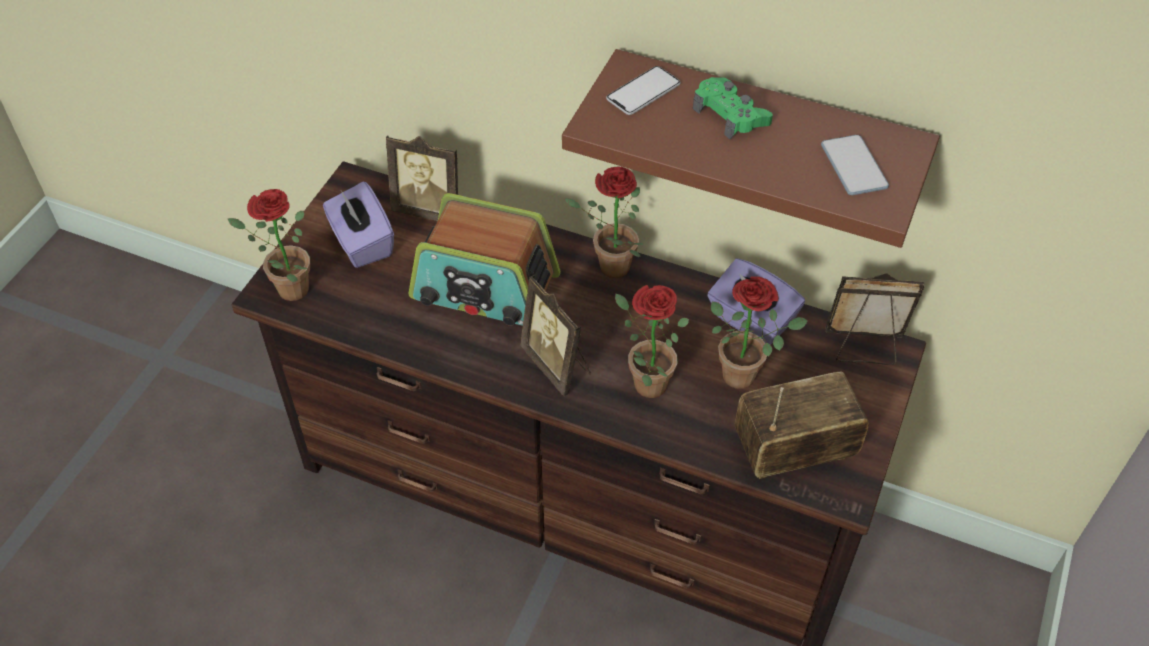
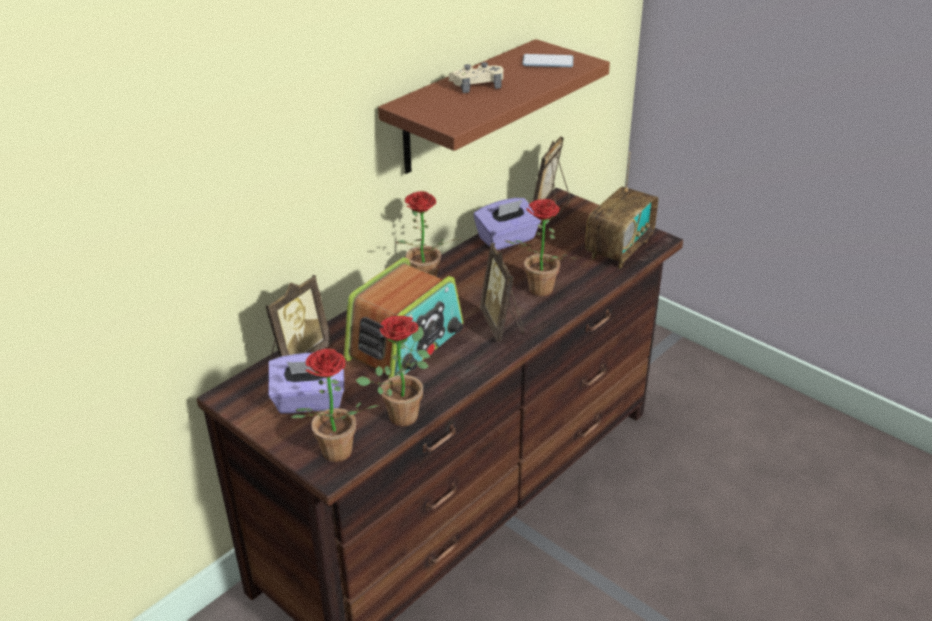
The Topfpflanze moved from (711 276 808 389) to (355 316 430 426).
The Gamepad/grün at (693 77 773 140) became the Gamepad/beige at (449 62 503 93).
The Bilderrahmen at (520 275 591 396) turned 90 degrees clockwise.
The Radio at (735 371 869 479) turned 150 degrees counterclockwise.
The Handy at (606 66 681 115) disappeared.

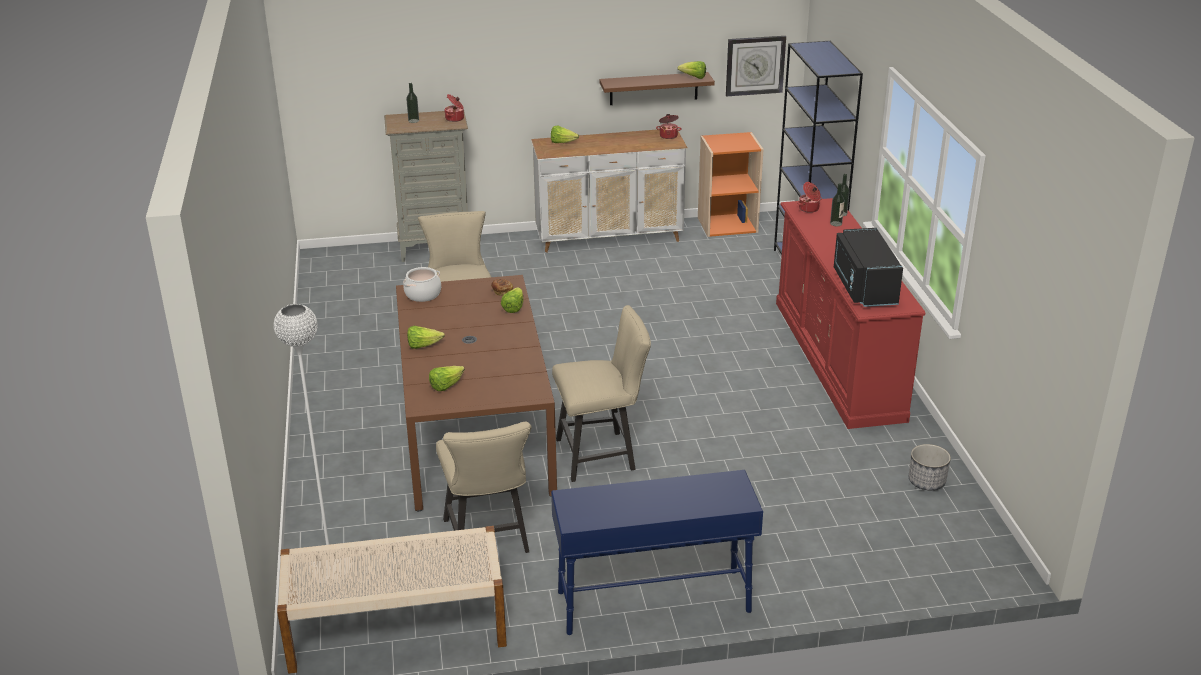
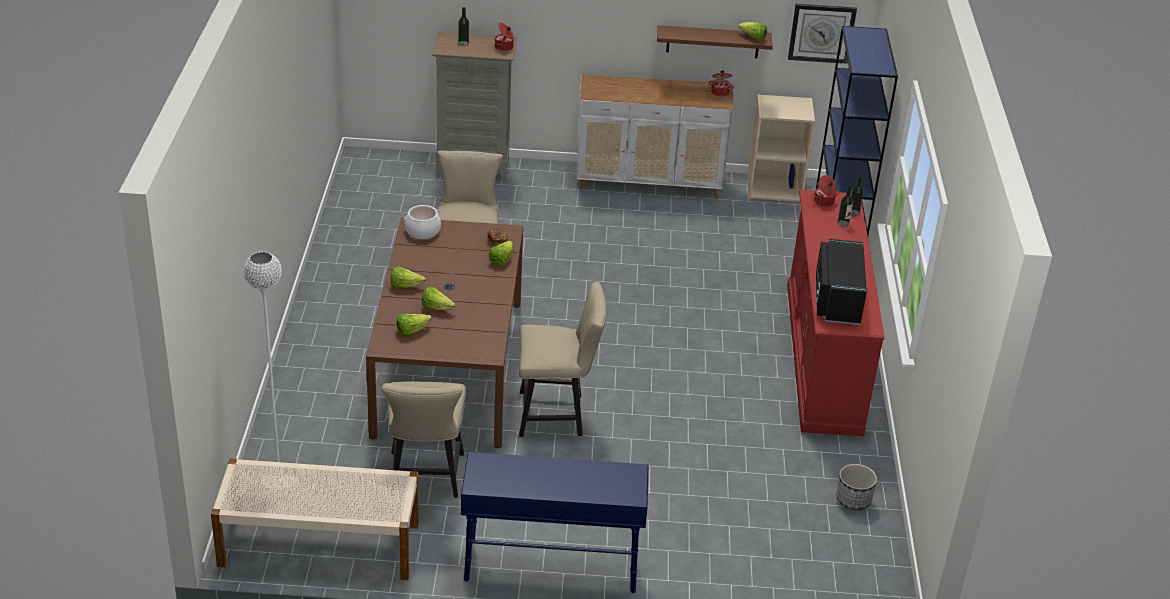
The Salatkopf moved from (551 125 579 143) to (422 287 456 310).
The Bücherregal/orange at (698 132 764 237) became the Bücherregal/beige at (747 95 815 202).

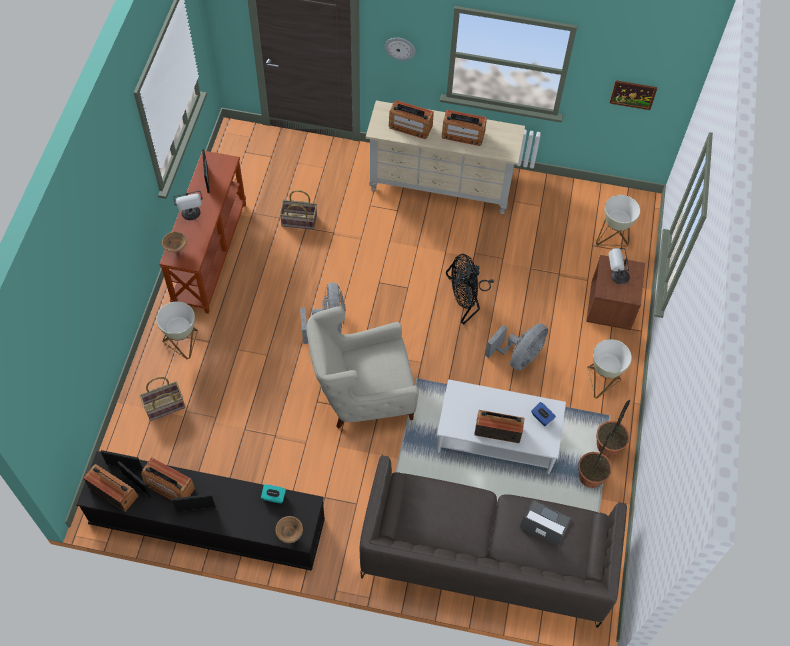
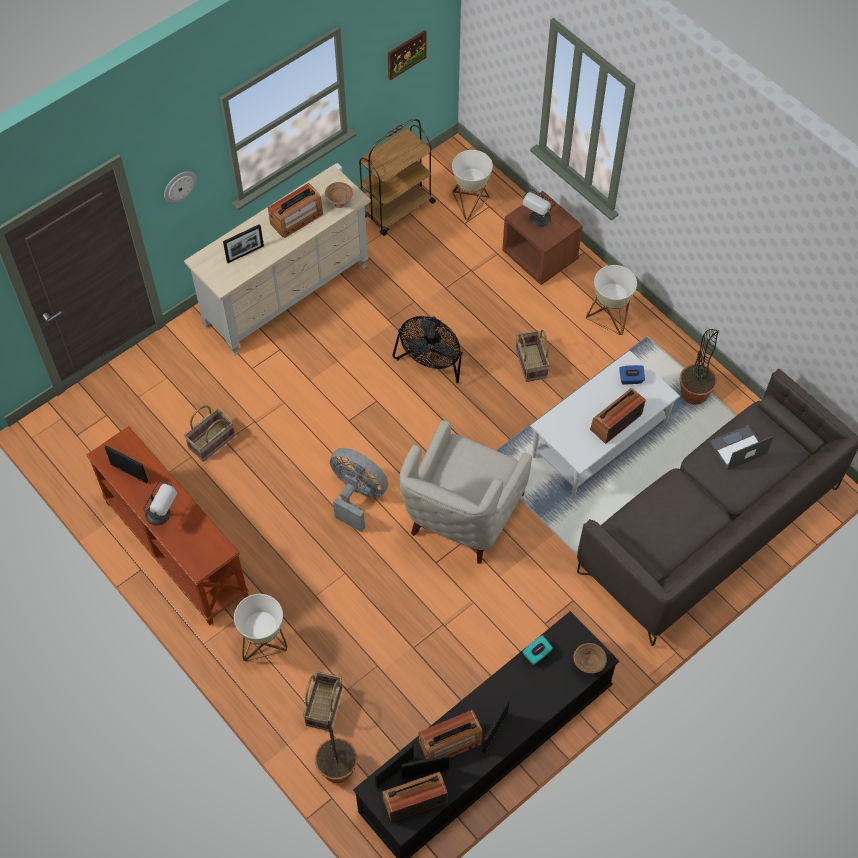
The Radio at (389 100 434 139) was replaced by the Bilderrahmen at (223 224 264 263).
The Topfpflanze moved from (596 400 630 457) to (315 720 357 783).
The Schüssel/braun moved from (162 231 187 254) to (325 182 353 208).
The Rollwagen/braun at (359 119 436 236) appeared.
The Ventilator/grau at (485 323 548 371) was replaced by the Korb at (516 330 550 382).

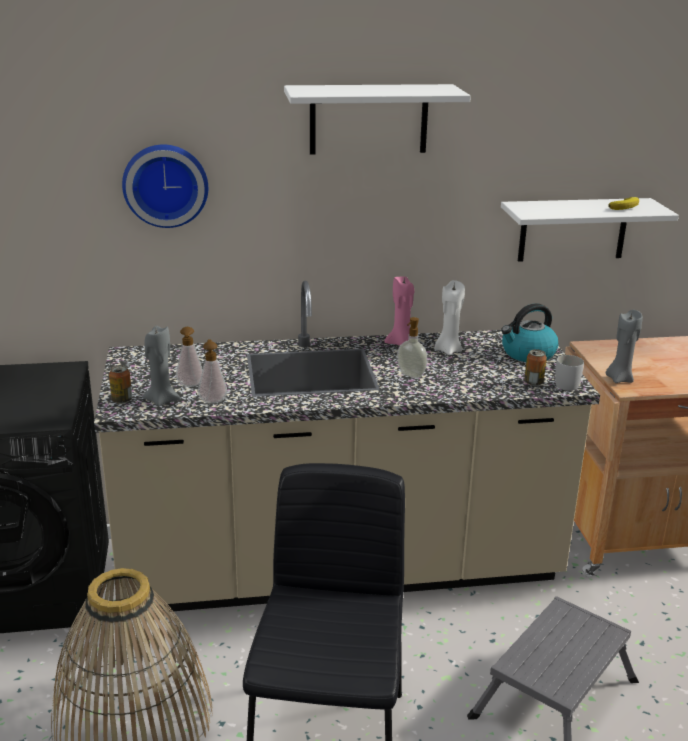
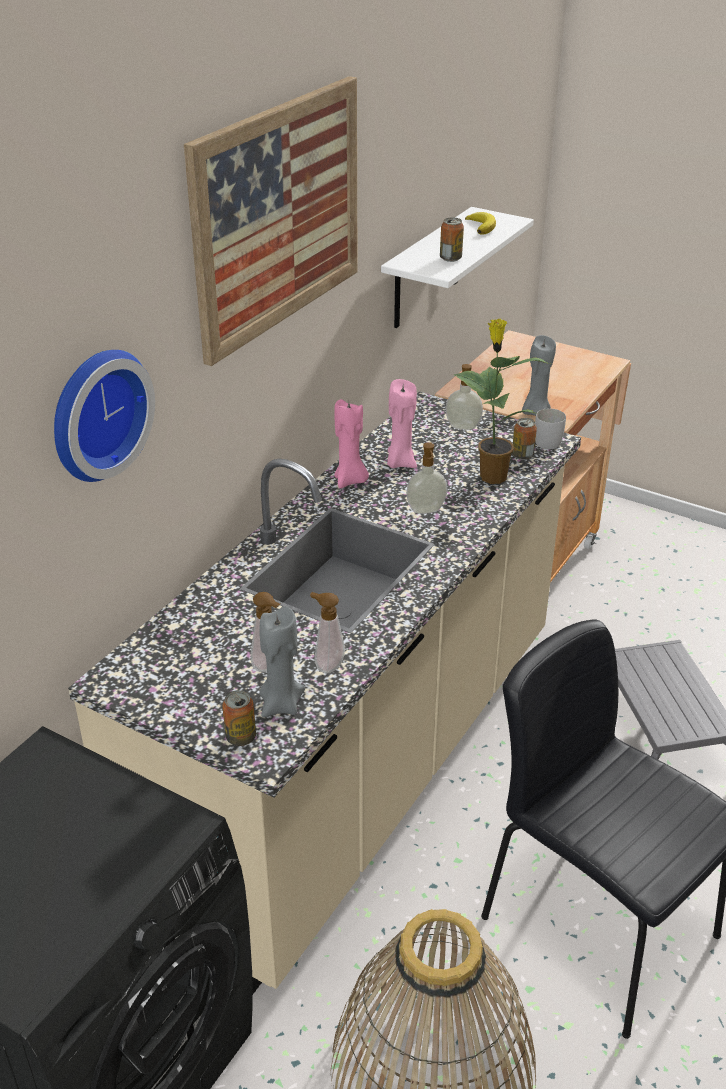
The Wandregal/weiß at (284 84 471 155) was replaced by the Bild at (184 76 357 366).
The Kerze/weiß at (435 280 465 355) became the Kerze/rosa at (387 379 417 468).
The Dose at (440 217 464 262) appeared.
The Wasserkessel at (501 303 559 362) was replaced by the Seifenspender at (445 364 483 430).
The Topfpflanze at (454 319 550 484) appeared.

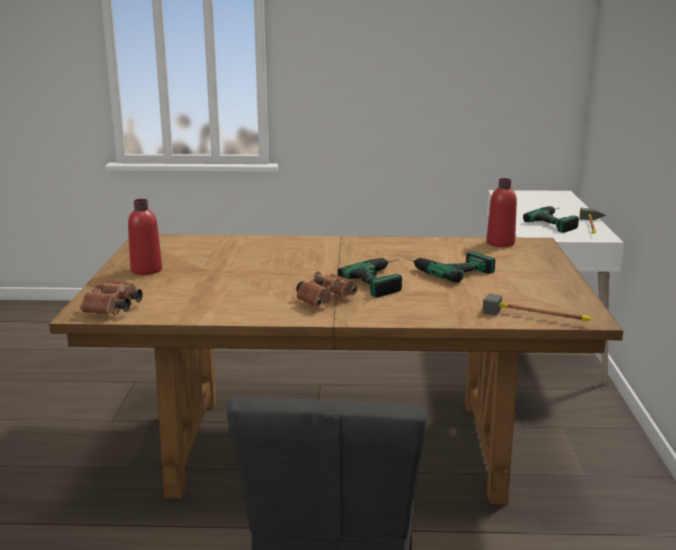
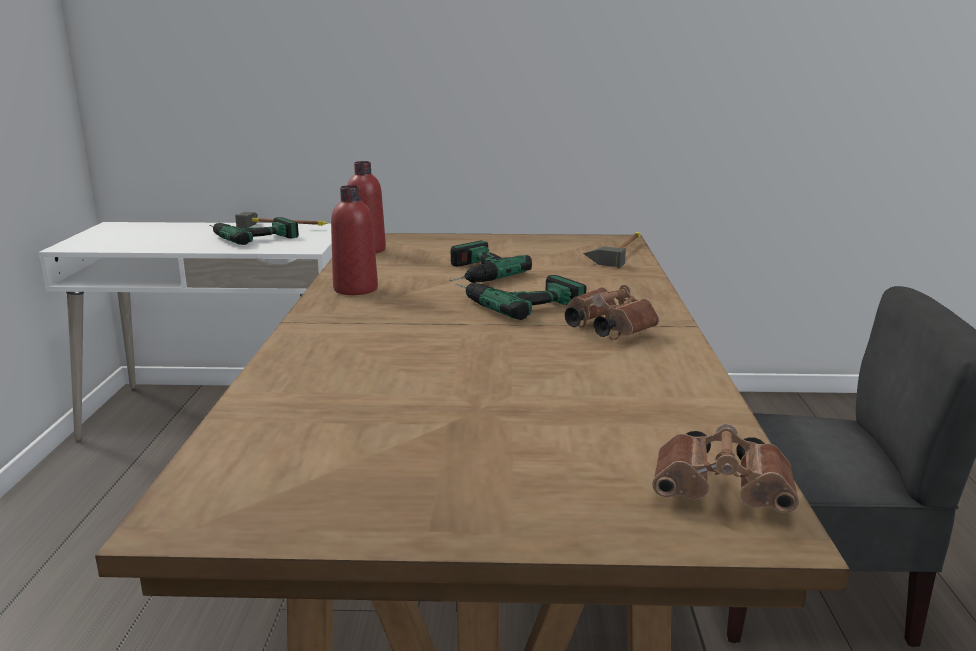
The Flasche/rot moved from (128 199 162 275) to (331 185 378 295).

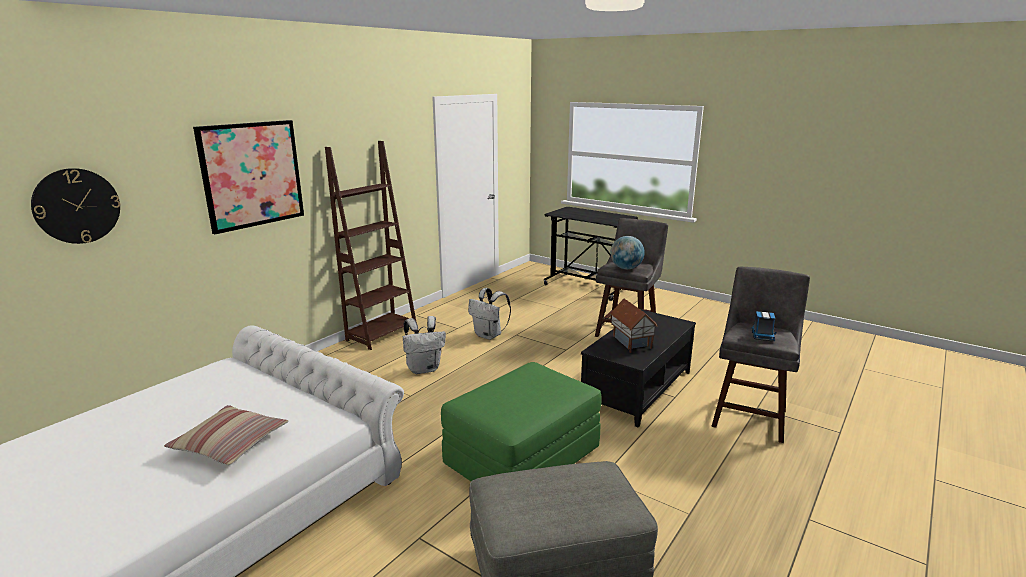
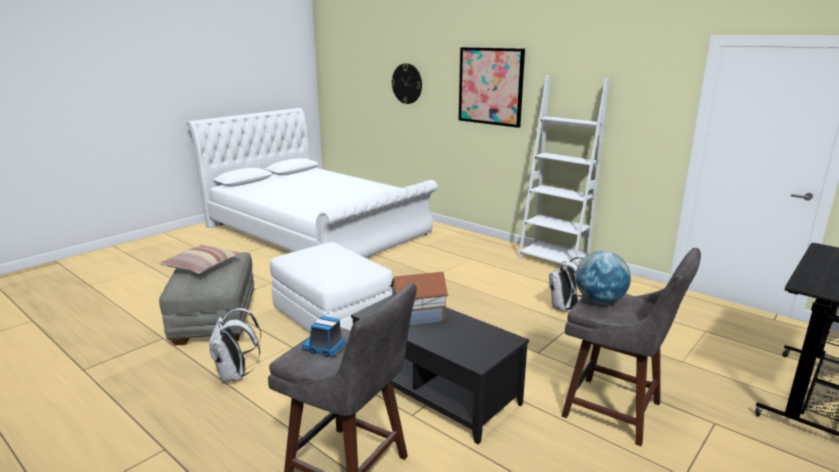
The Kissen moved from (164 405 289 465) to (159 245 241 274).
The Rucksack/weiß moved from (403 316 446 374) to (209 308 261 382).
The Polsterhocker/grün at (441 362 602 481) became the Polsterhocker/weiß at (270 242 393 333).
The Bücherregal/braun at (325 141 417 350) became the Bücherregal/weiß at (518 75 609 265).

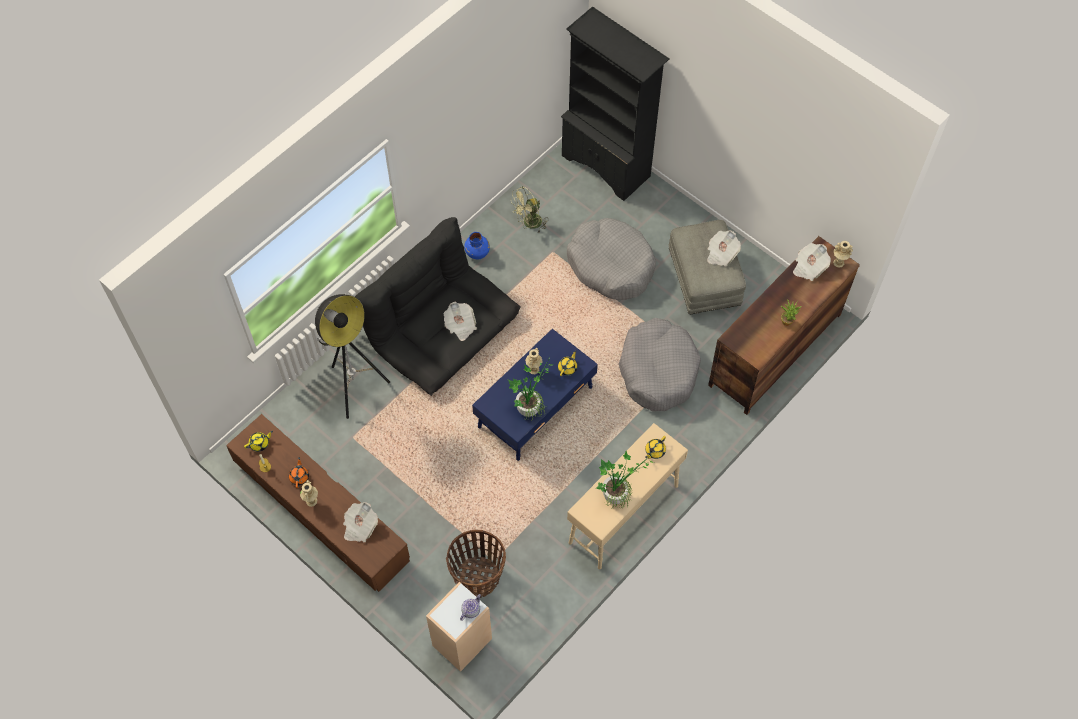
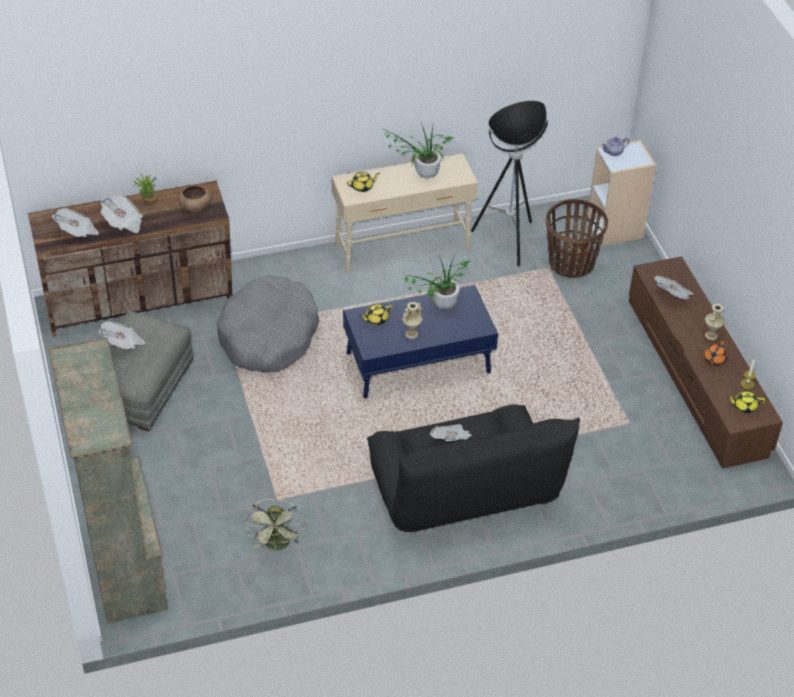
The Bücherregal/schwarz at (561 6 669 201) became the Bücherregal/grün at (49 337 168 624).
The Zeitung at (101 195 143 233) appeared.
The Schüssel/braun at (178 185 211 213) appeared.
The Ventilator/grün at (511 186 547 233) turned 90 degrees clockwise.
The Stehlampe moved from (315 294 390 419) to (471 101 548 266).
The Vase/blau at (464 232 490 259) disappeared.
The Hundebett/grau at (567 218 656 300) disappeared.
The Vase/beige at (833 241 853 268) disappeared.

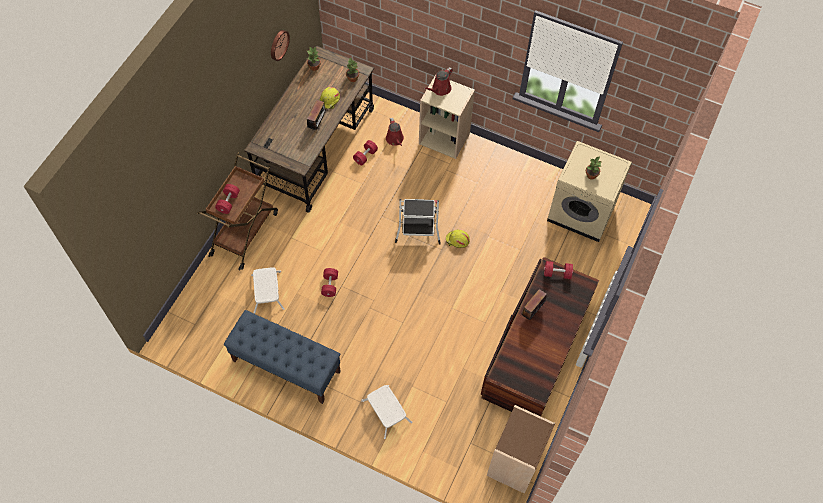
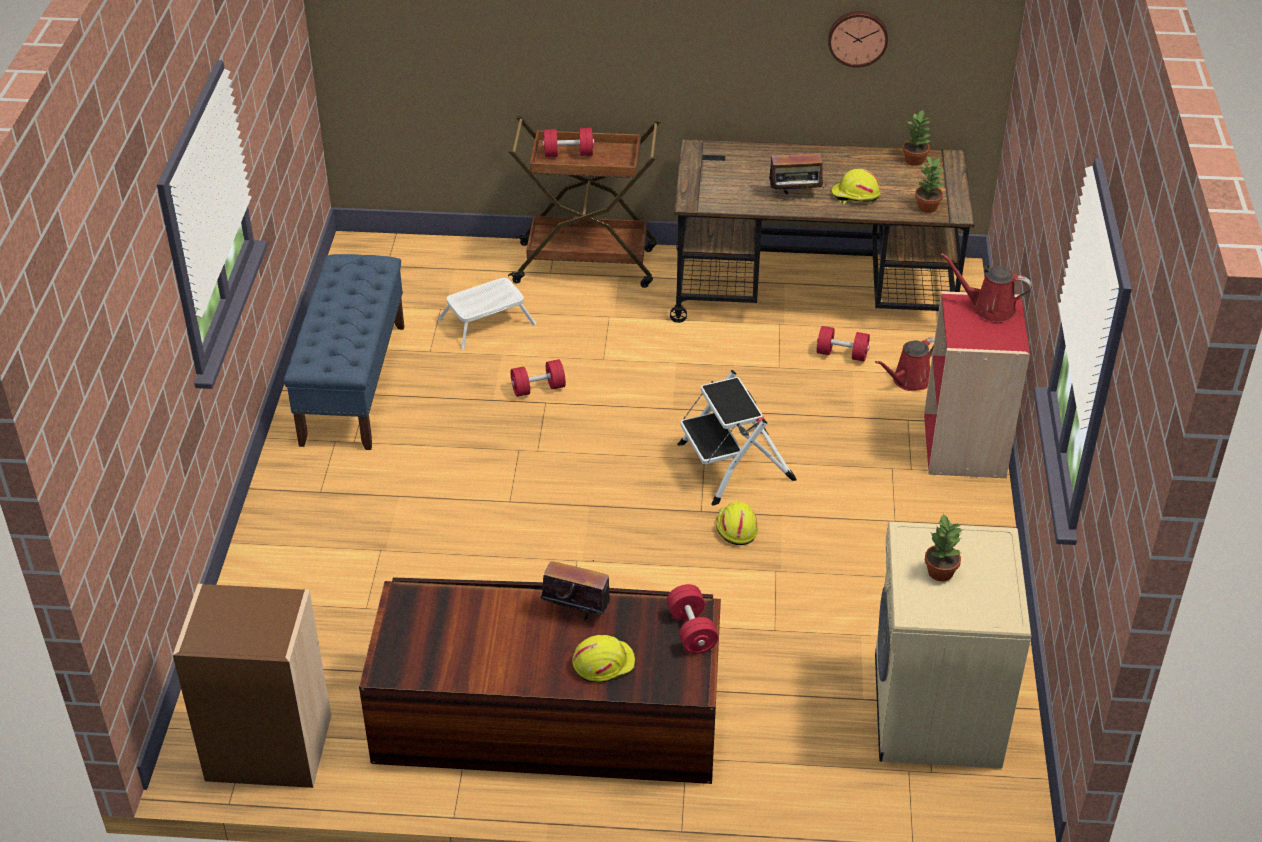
The Schutzhelm/gelb at (572 635 635 683) appeared.
The Bücherregal/beige at (419 75 475 159) became the Bücherregal/rot at (924 291 1030 478).
The Trittleiter/weiß at (361 385 413 439) disappeared.

